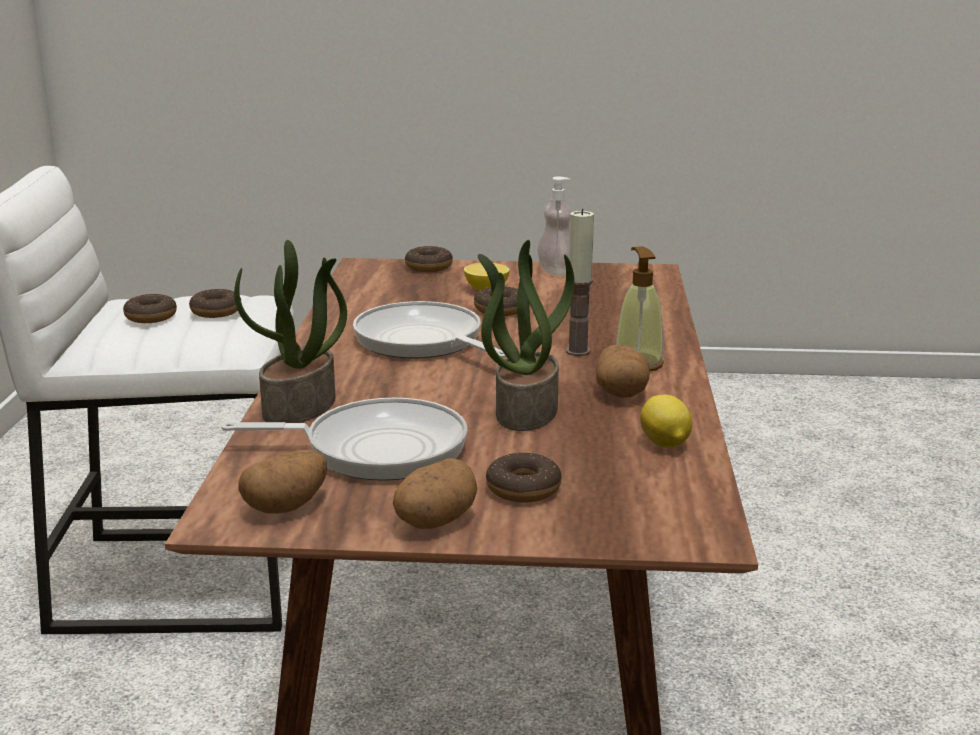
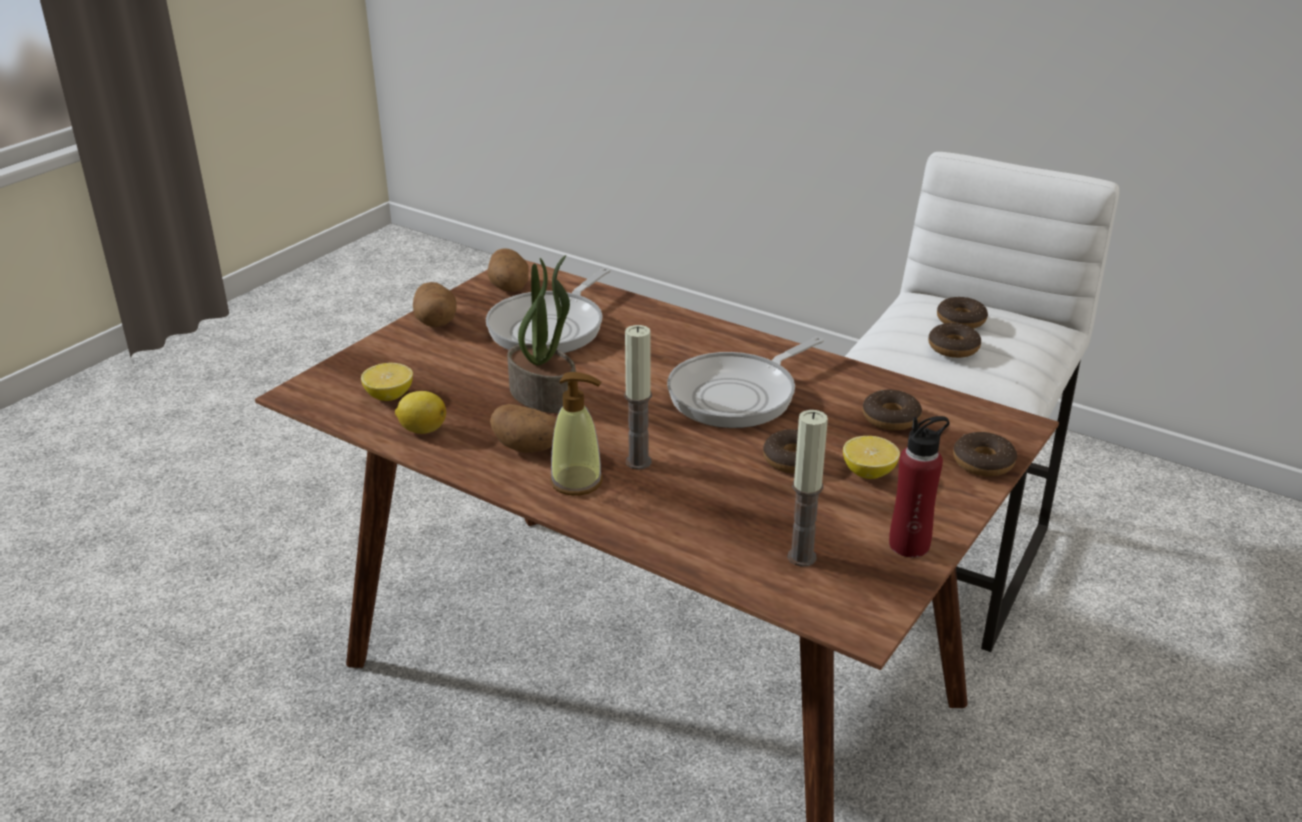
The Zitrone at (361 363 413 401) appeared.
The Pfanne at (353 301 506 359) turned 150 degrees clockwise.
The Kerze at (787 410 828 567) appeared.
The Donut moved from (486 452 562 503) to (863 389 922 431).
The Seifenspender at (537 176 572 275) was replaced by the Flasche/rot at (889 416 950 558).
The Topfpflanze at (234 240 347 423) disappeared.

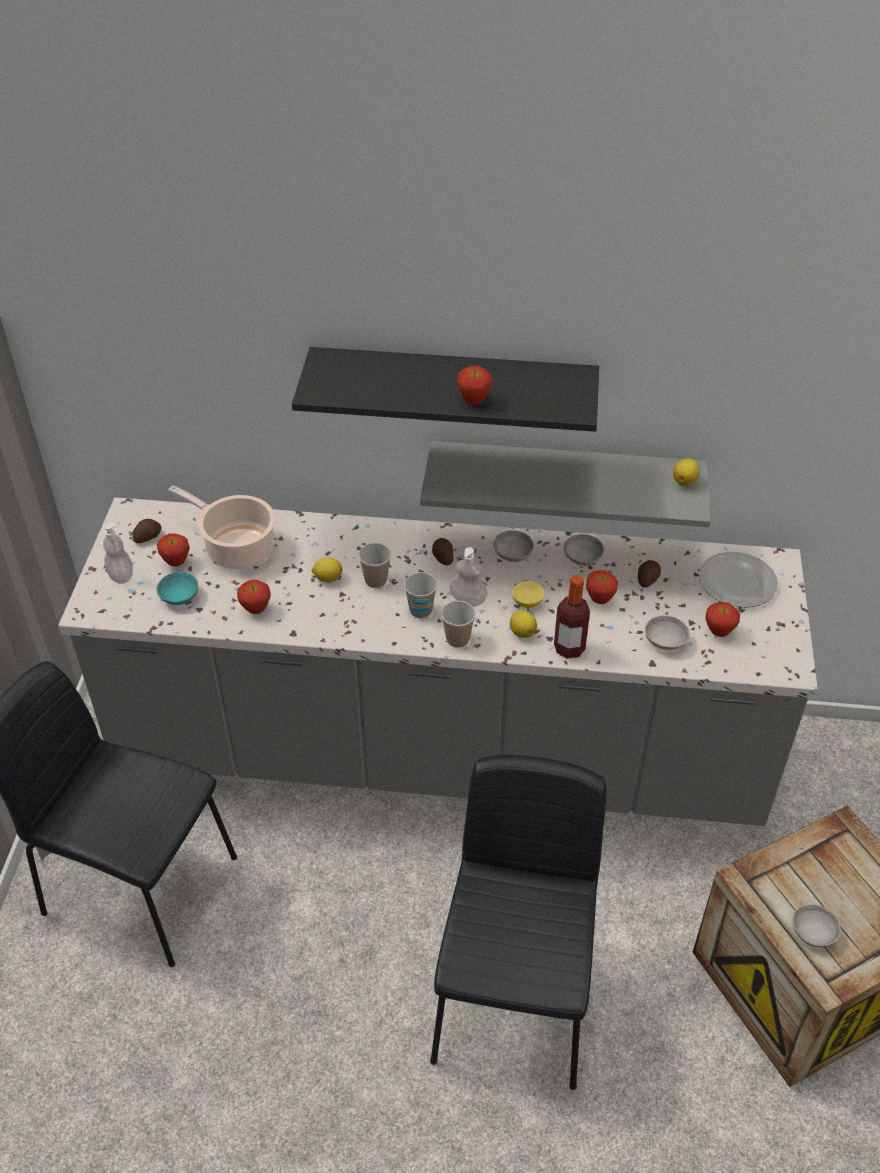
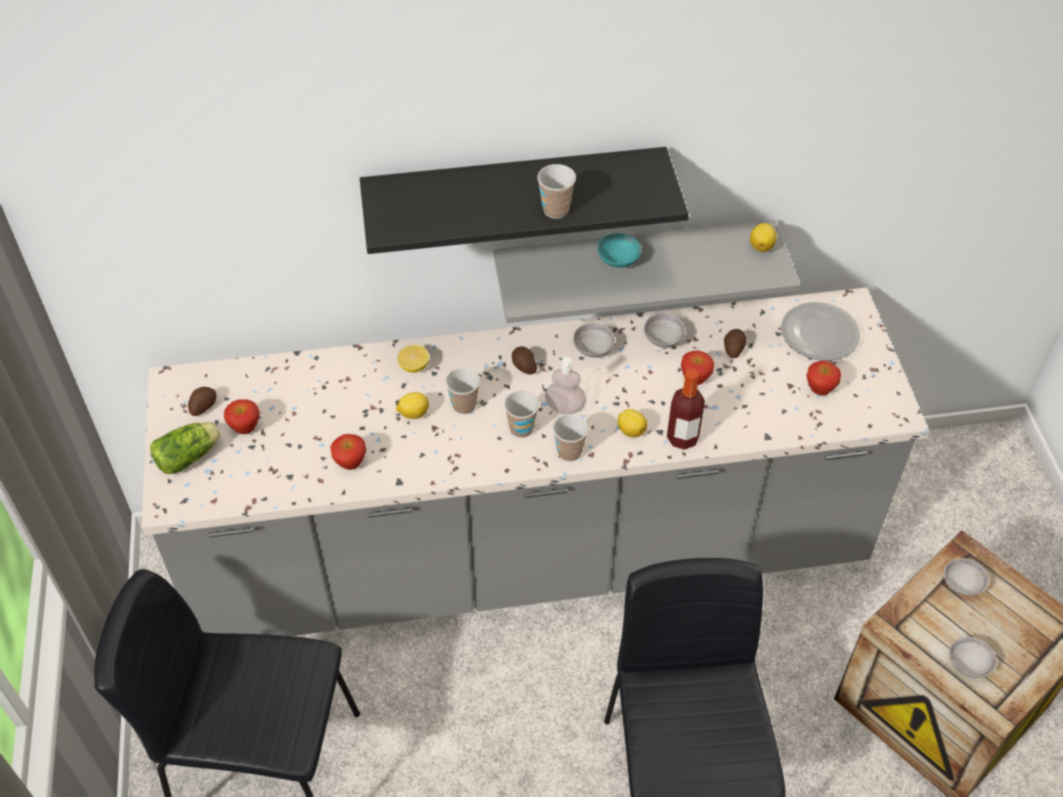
The Seifenspender at (103 523 133 584) was replaced by the Salatkopf at (150 422 220 474).
The Zitrone moved from (512 581 544 608) to (397 345 429 373).
The Apfel at (457 365 492 405) was replaced by the Tasse at (537 164 576 219).
The Schüssel/türkis moved from (156 572 198 605) to (597 233 641 268).
The Schüssel/grau moved from (645 616 690 650) to (944 558 989 596).
The Kochtopf at (168 485 275 569) disappeared.

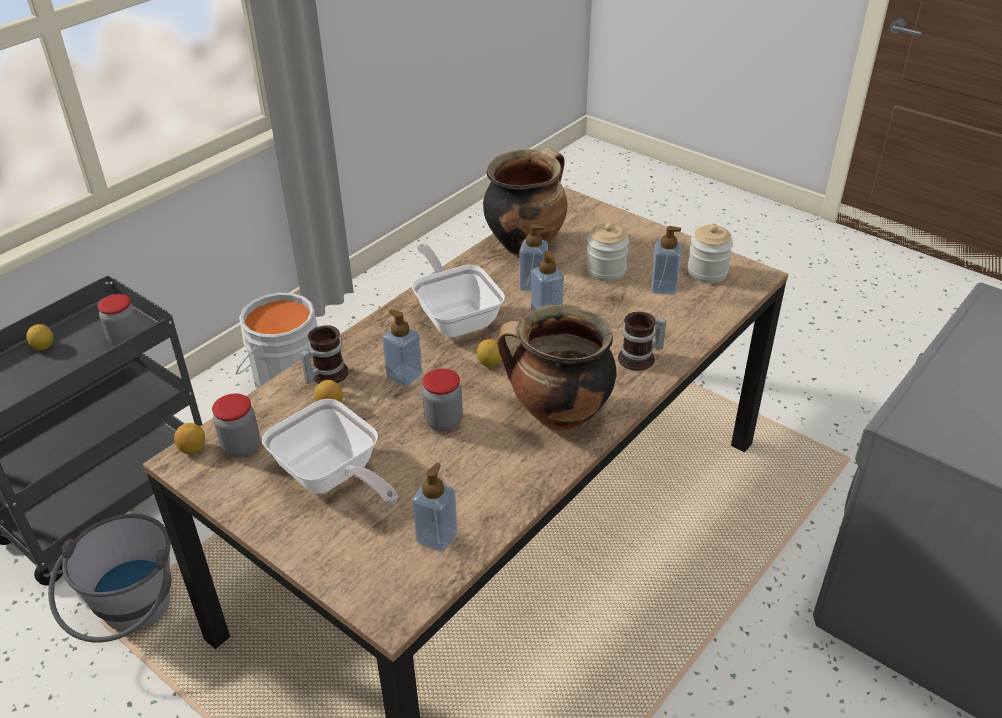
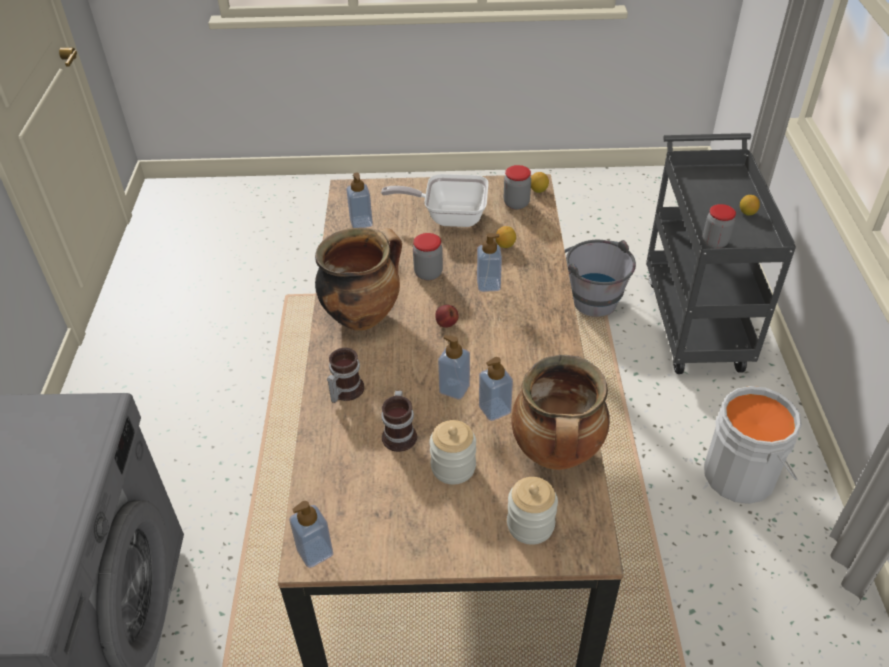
The Seifenspender moved from (651 226 681 295) to (289 501 333 568).
The Henkelbecher moved from (300 325 348 384) to (381 391 417 452).
The Zitrone at (477 339 502 367) was replaced by the Apfel at (435 305 459 328).
The Vorratsglas moved from (687 224 733 283) to (507 477 558 545).
The Pfanne at (412 244 505 338) disappeared.

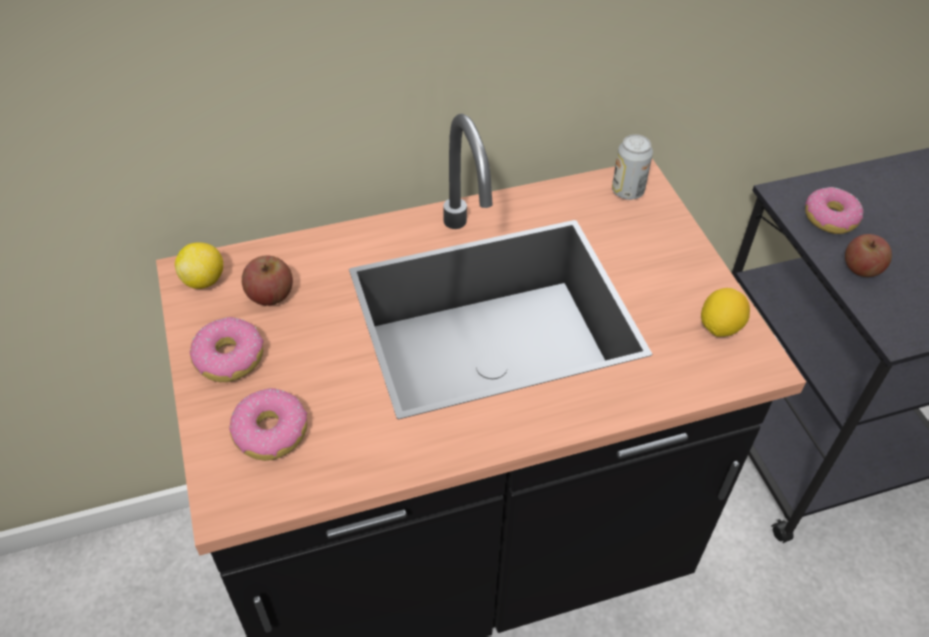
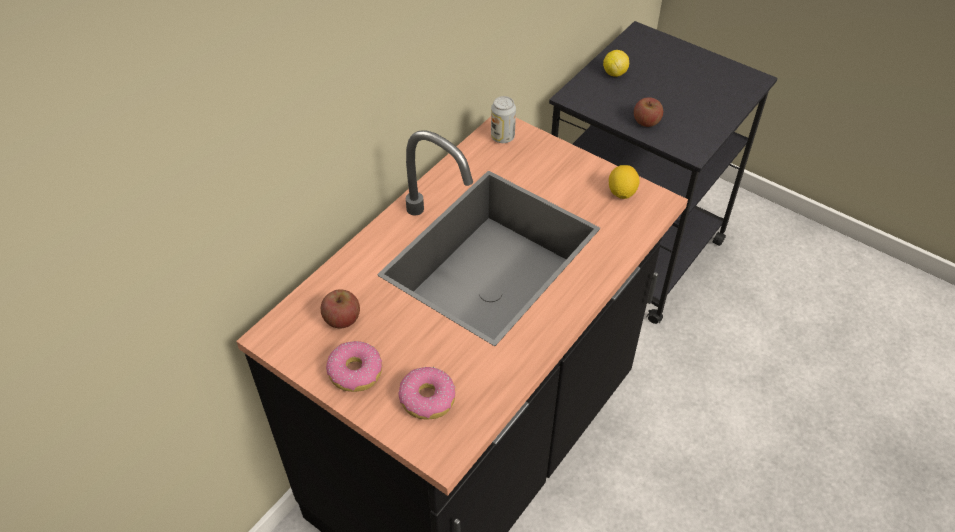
The Zitrone moved from (175 243 223 289) to (603 50 629 77).
The Donut at (805 187 863 234) disappeared.

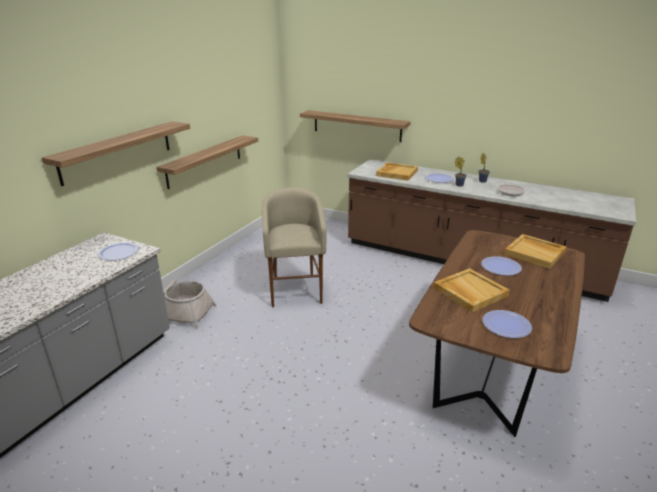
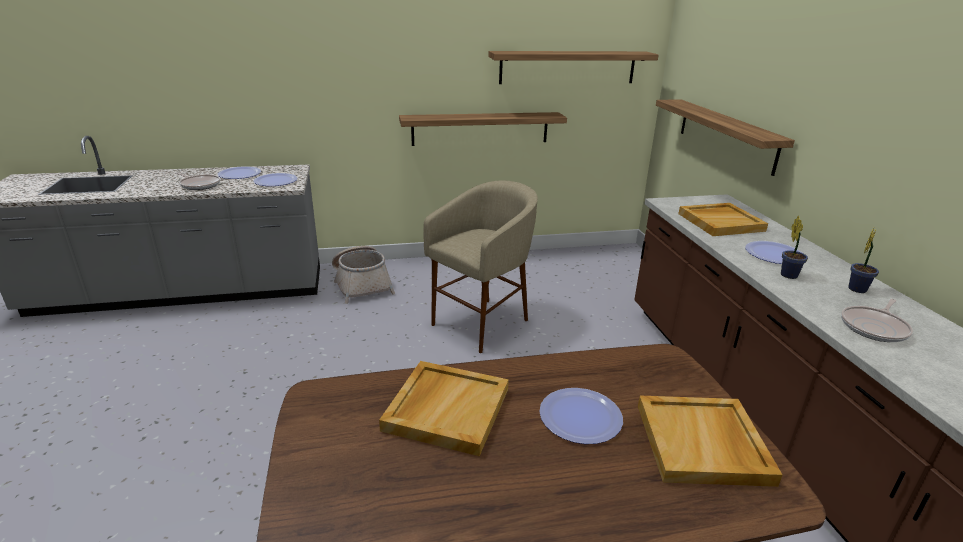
The Pfanne at (175 172 220 190) appeared.
The Teller moved from (482 310 532 338) to (218 166 261 179).
The Wandregal moved from (42 121 190 186) to (488 51 659 84).

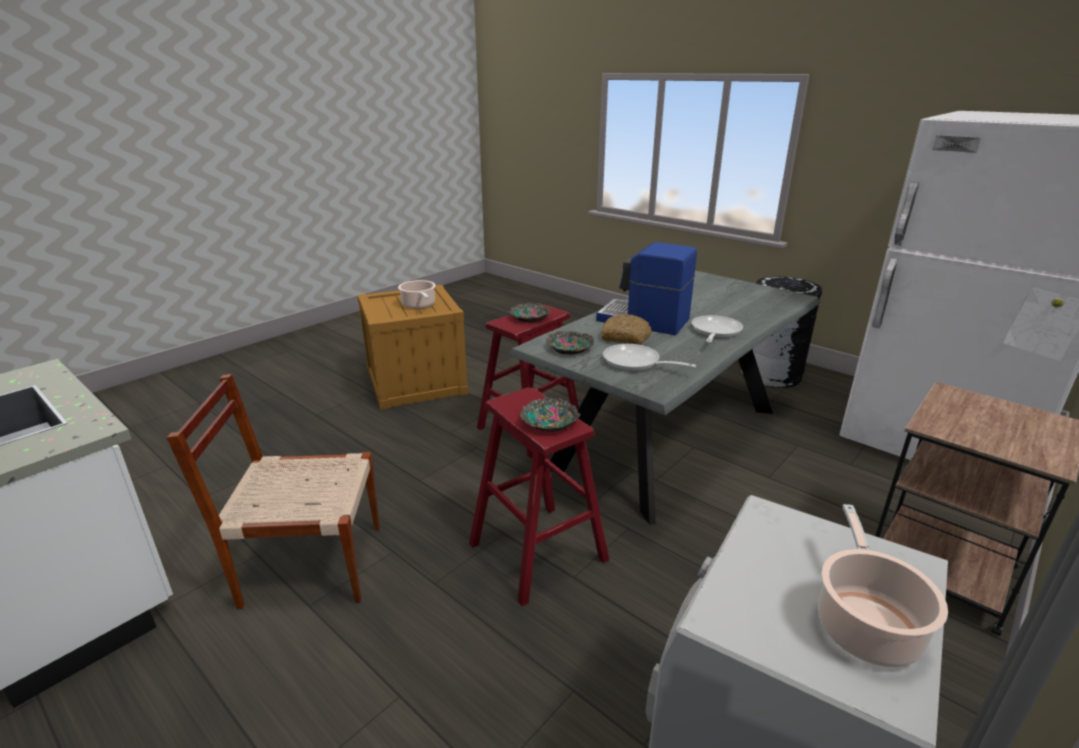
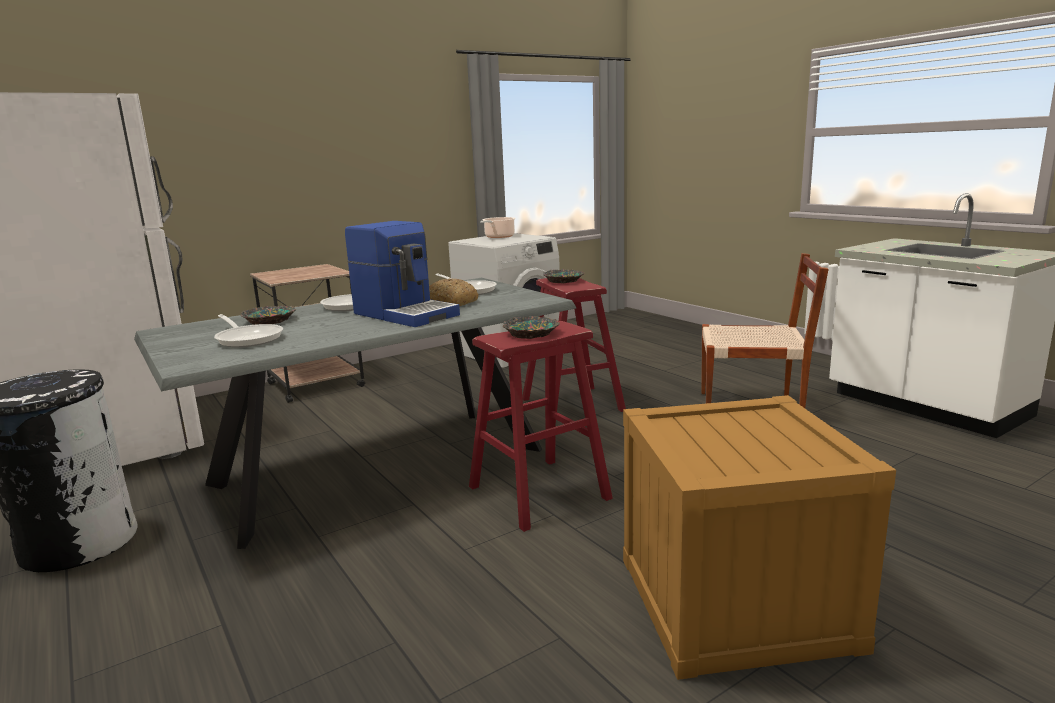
The Pfanne at (214 314 283 348) appeared.
The Schüssel moved from (546 331 594 355) to (240 305 297 325).
The Kochtopf at (398 280 436 309) disappeared.

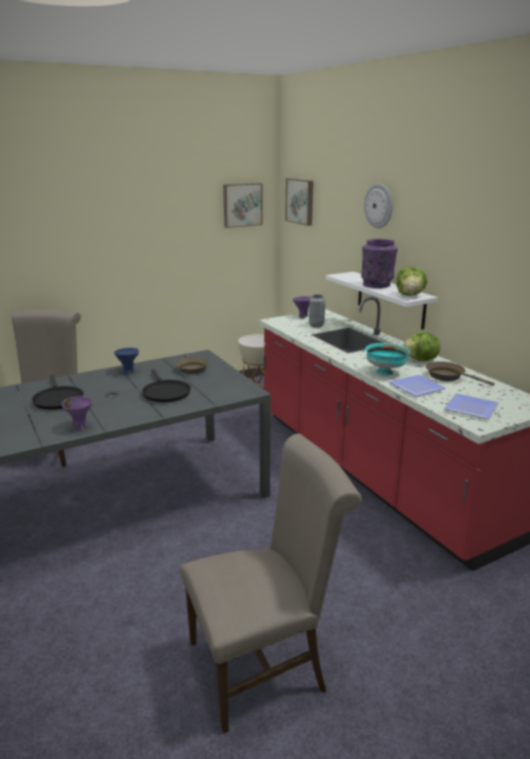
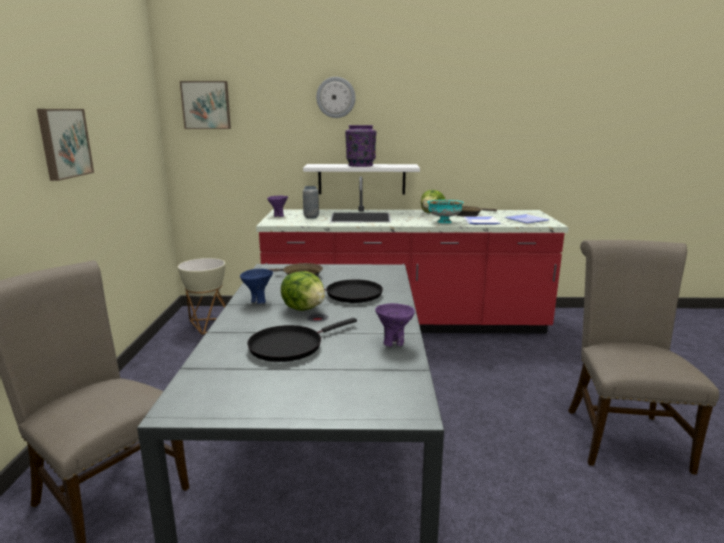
The Bild moved from (223 183 263 228) to (37 109 94 181).
The Pfanne/schwarz at (32 375 84 410) turned 135 degrees clockwise.
The Salatkopf moved from (396 267 427 296) to (281 271 325 311).

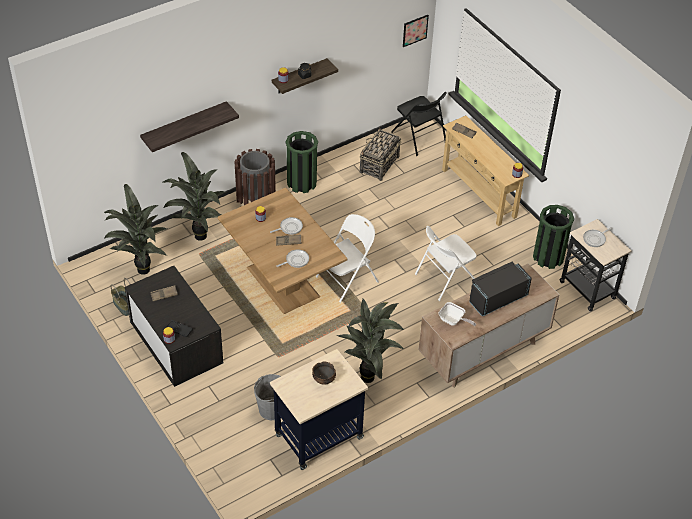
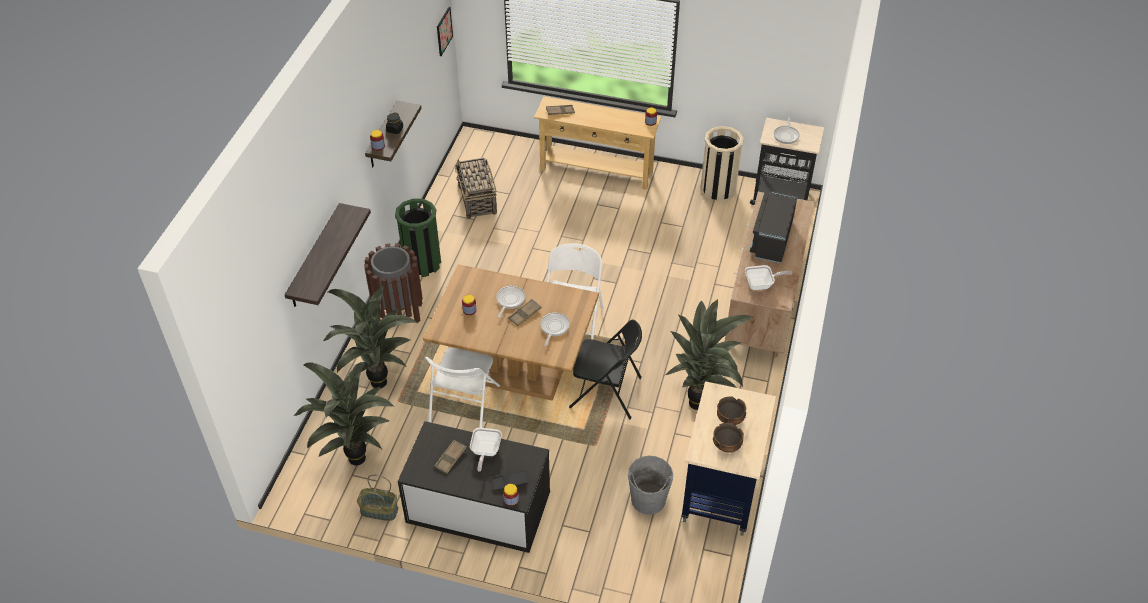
The Stuhl/weiß moved from (415 226 477 301) to (425 348 500 428).
The Pfanne at (470 428 502 472) appeared.
The Stuhl/schwarz moved from (391 92 446 156) to (569 319 642 420).
The Mülleimer/grün at (533 205 574 269) became the Mülleimer/beige at (700 126 744 202).
The Schüssel at (713 423 744 453) appeared.

